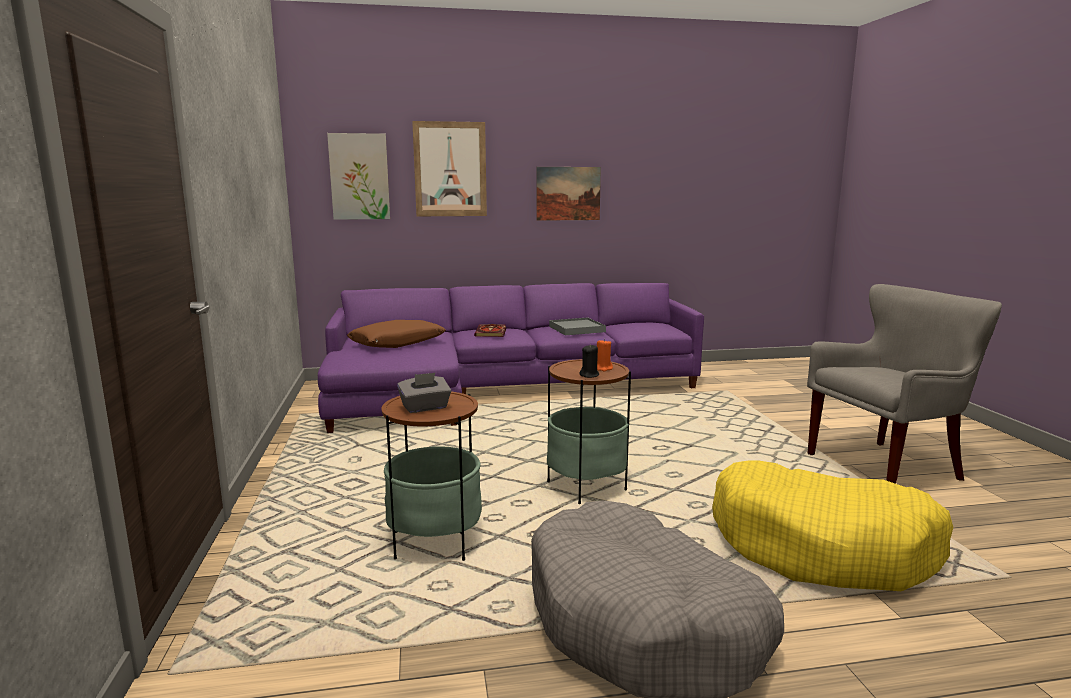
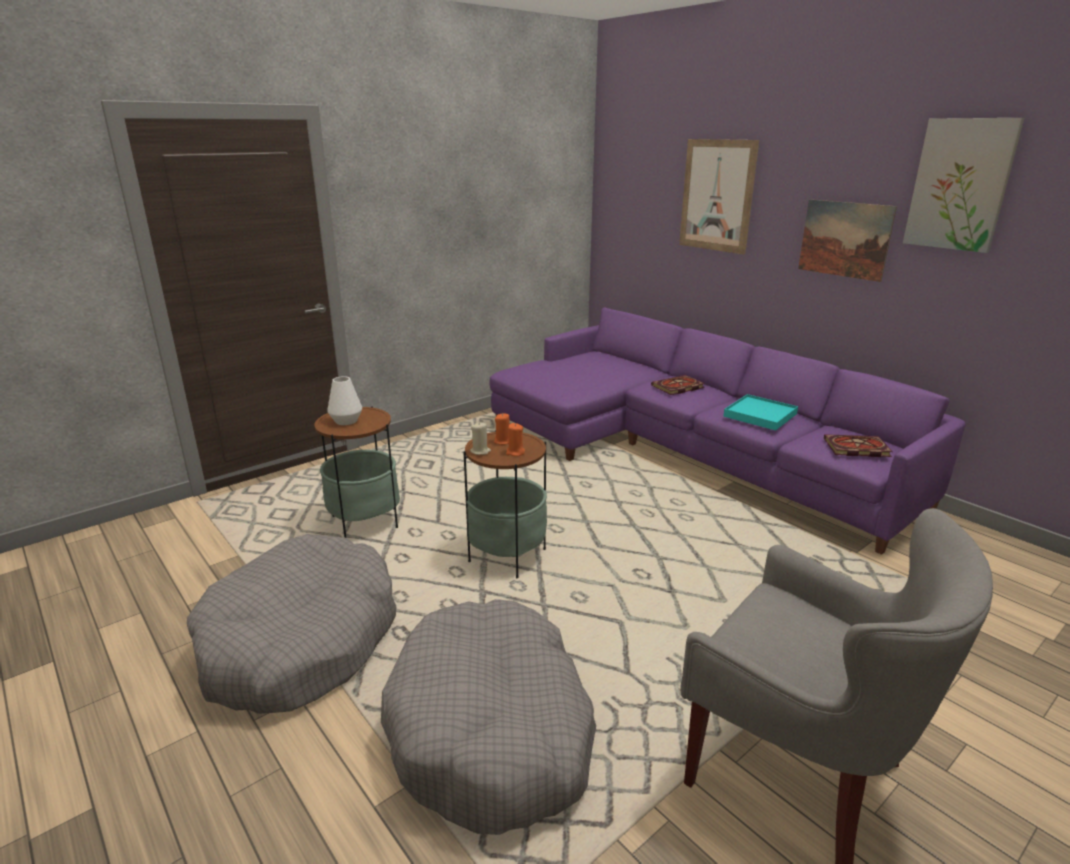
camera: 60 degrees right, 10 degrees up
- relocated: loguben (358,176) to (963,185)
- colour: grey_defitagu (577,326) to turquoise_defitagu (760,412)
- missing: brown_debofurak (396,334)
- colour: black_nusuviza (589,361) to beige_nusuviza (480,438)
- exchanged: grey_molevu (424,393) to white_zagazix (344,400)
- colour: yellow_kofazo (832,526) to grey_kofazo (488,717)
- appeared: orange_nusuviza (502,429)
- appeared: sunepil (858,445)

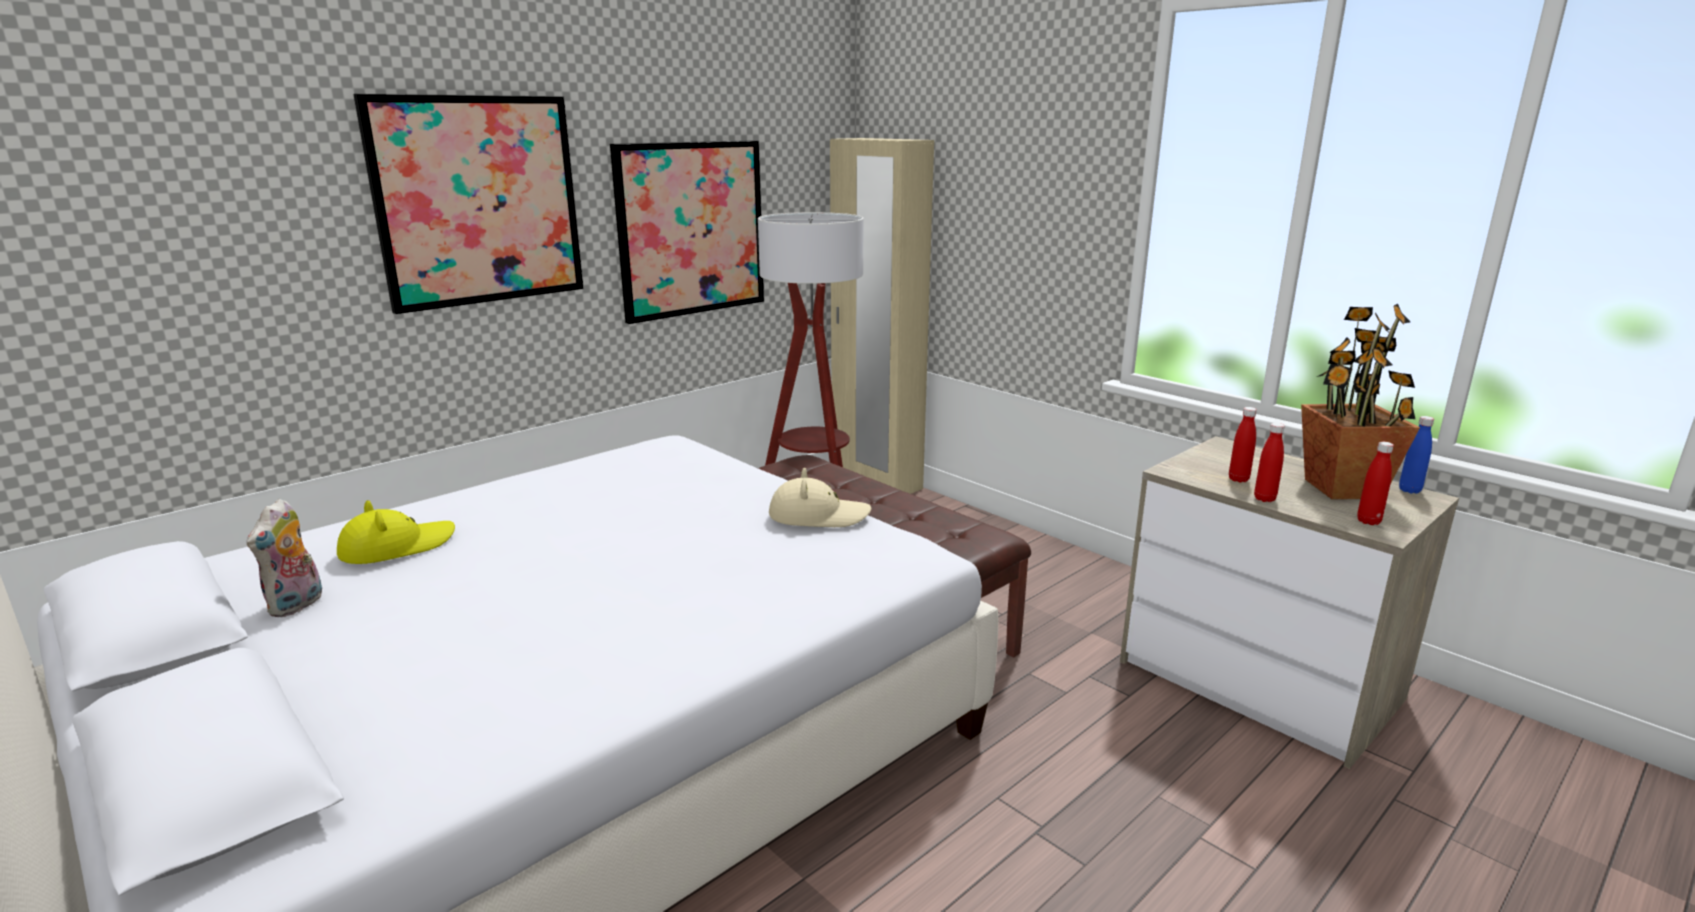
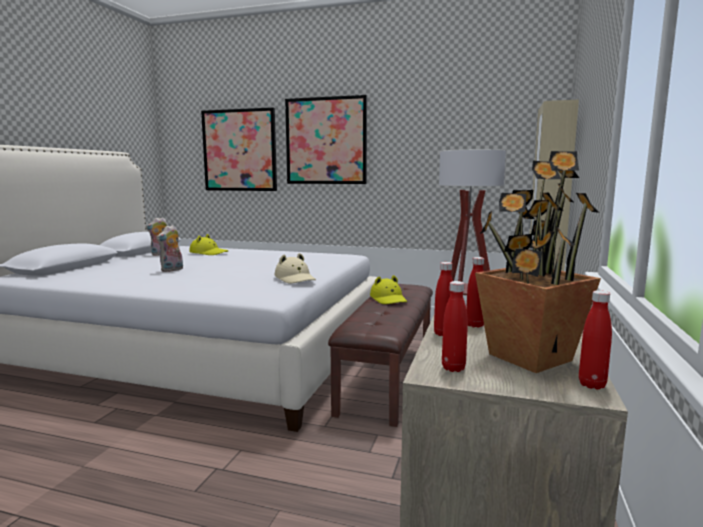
camera: 60 degrees right, 10 degrees down
- relocated: loguben (687,232) to (239,149)
- colour: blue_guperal (1416,455) to red_guperal (595,339)
- appeared: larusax (169,248)
- appeared: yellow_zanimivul (388,289)

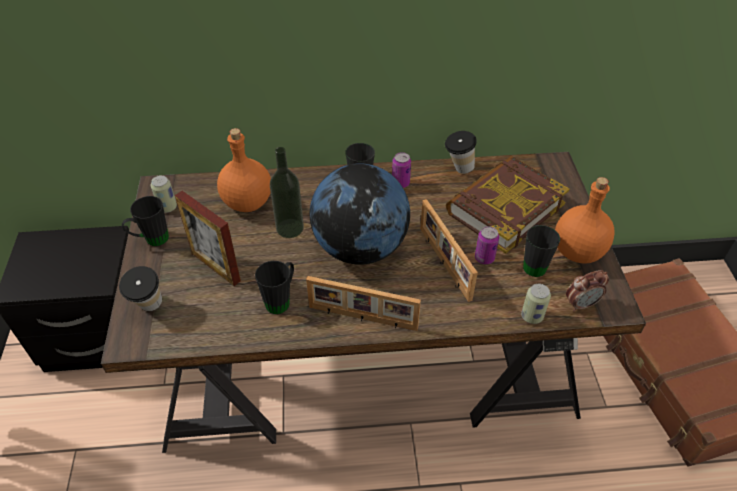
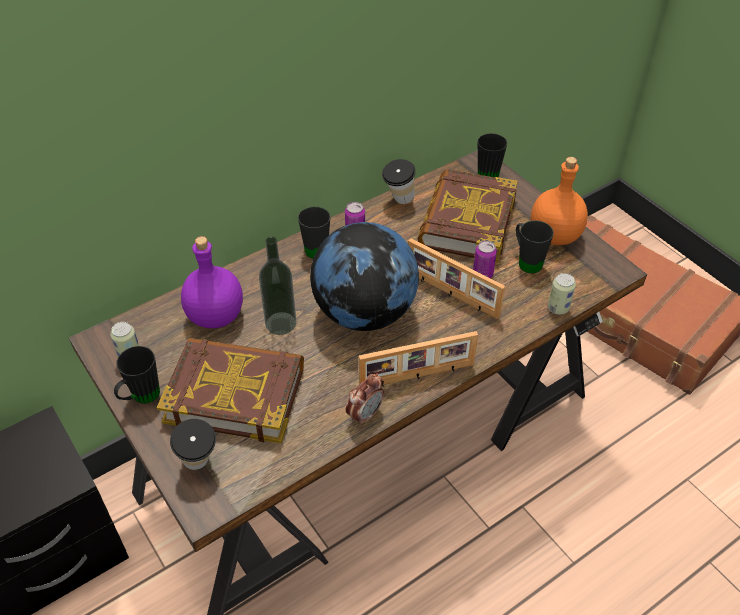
camera: 30 degrees left, 0 degrees up
- colour: orange_guperal (244,170) to purple_guperal (212,282)
- exchanged: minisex (208,238) to sunepil (230,390)
- relocated: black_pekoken (274,287) to (492,155)
- relocated: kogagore (587,291) to (365,399)

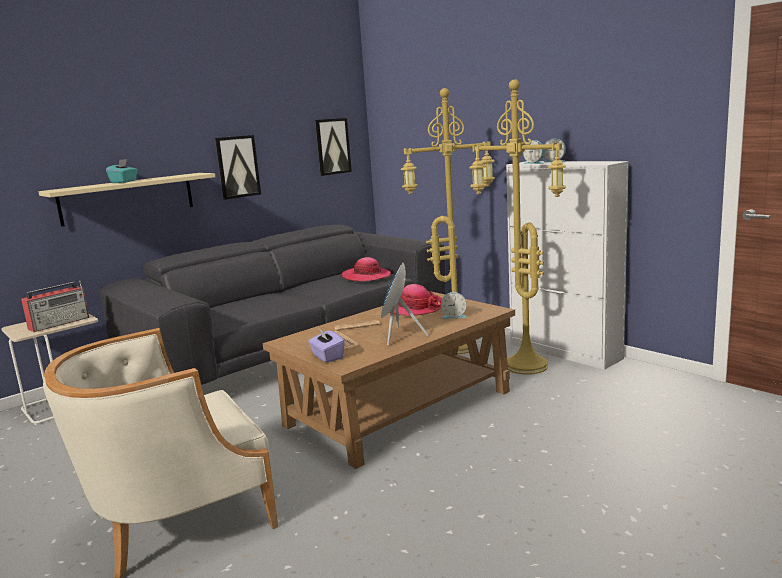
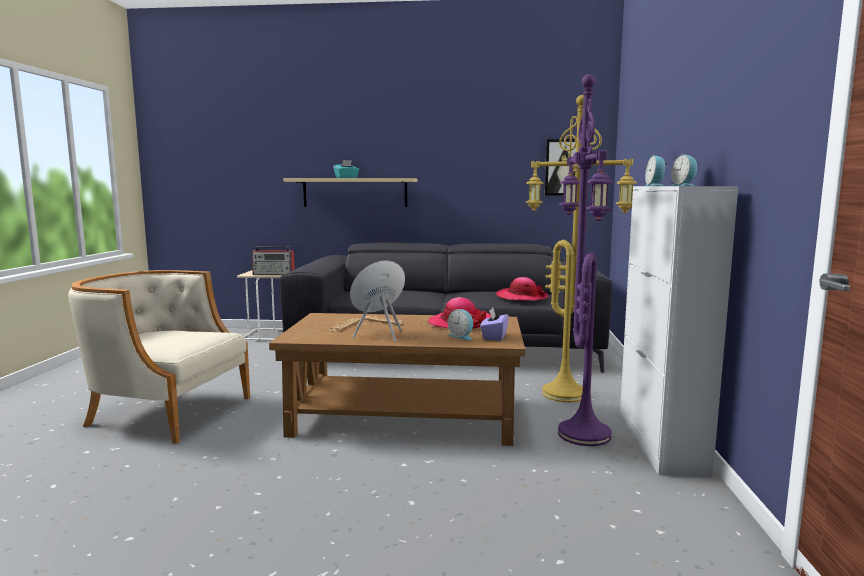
camera: 45 degrees right, 5 degrees down
- colour: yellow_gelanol (518,227) to purple_gelanol (585,260)
- missing: loguben (238,167)
- relocated: purple_molevu (326,346) to (494,324)

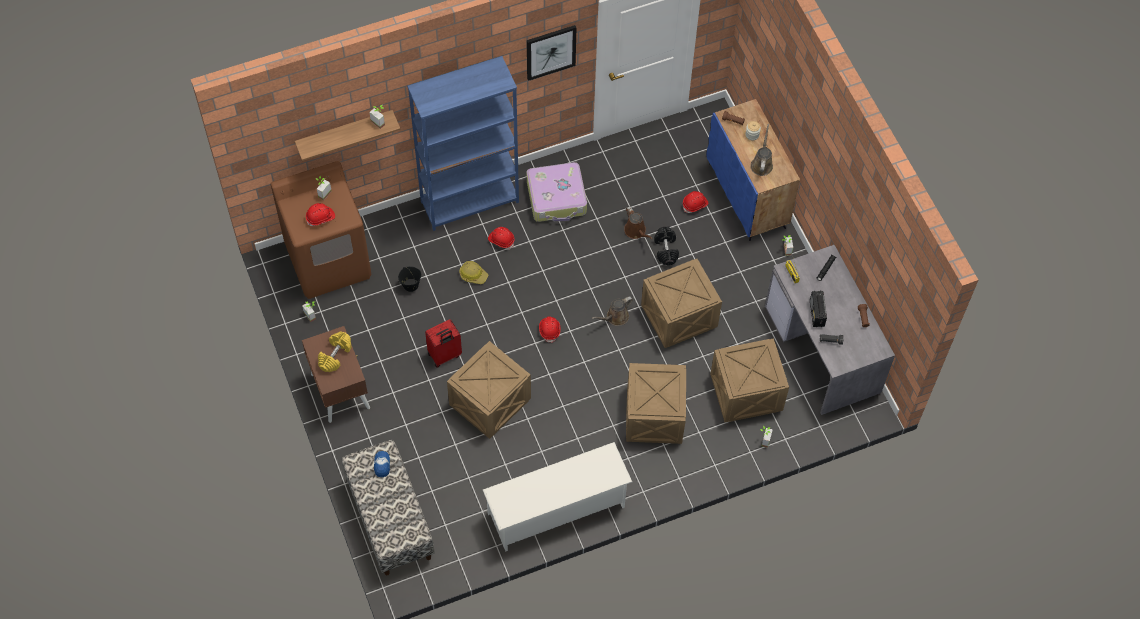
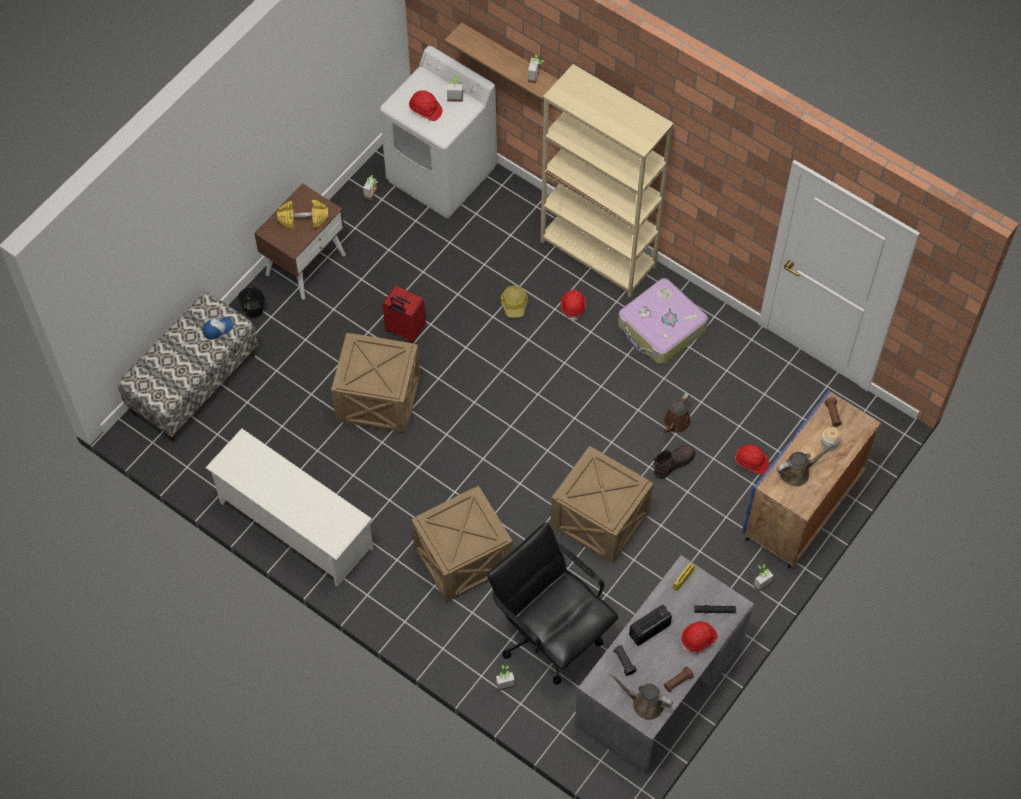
camera: 60 degrees right, 0 degrees up
- missing: loguben (552,53)
- colour: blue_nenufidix (463,143) to beige_nenufidix (607,180)
- colour: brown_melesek (320,230) to white_melesek (438,132)
- exchanged: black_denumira (666,246) to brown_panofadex (674,462)
- relocated: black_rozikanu (409,279) to (251,302)
- relocated: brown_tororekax (612,311) to (640,696)
- relocated: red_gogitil (550,329) to (699,637)
- exchanged: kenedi (749,380) to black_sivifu (552,604)

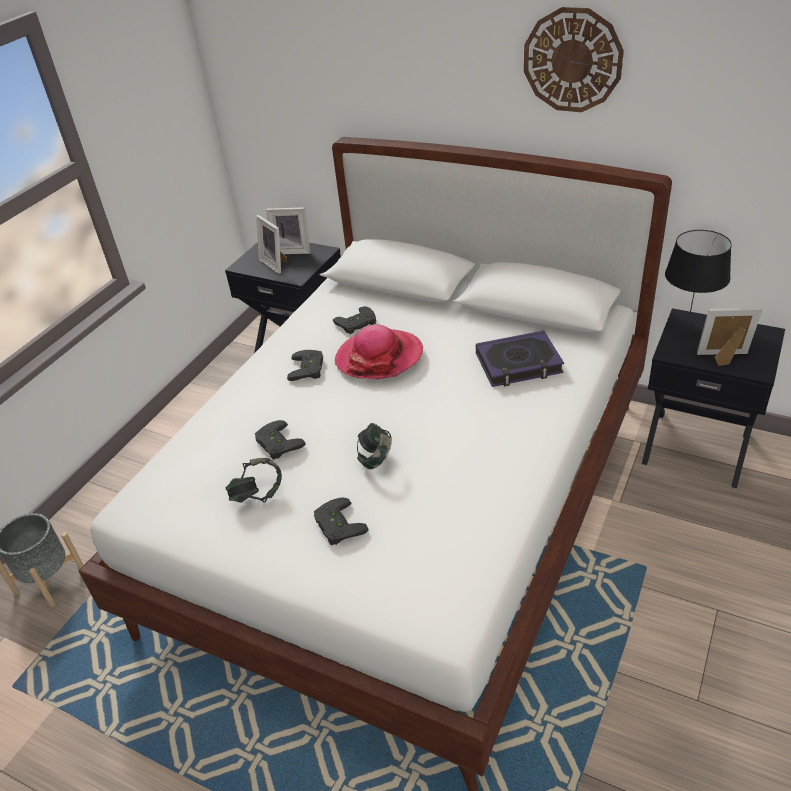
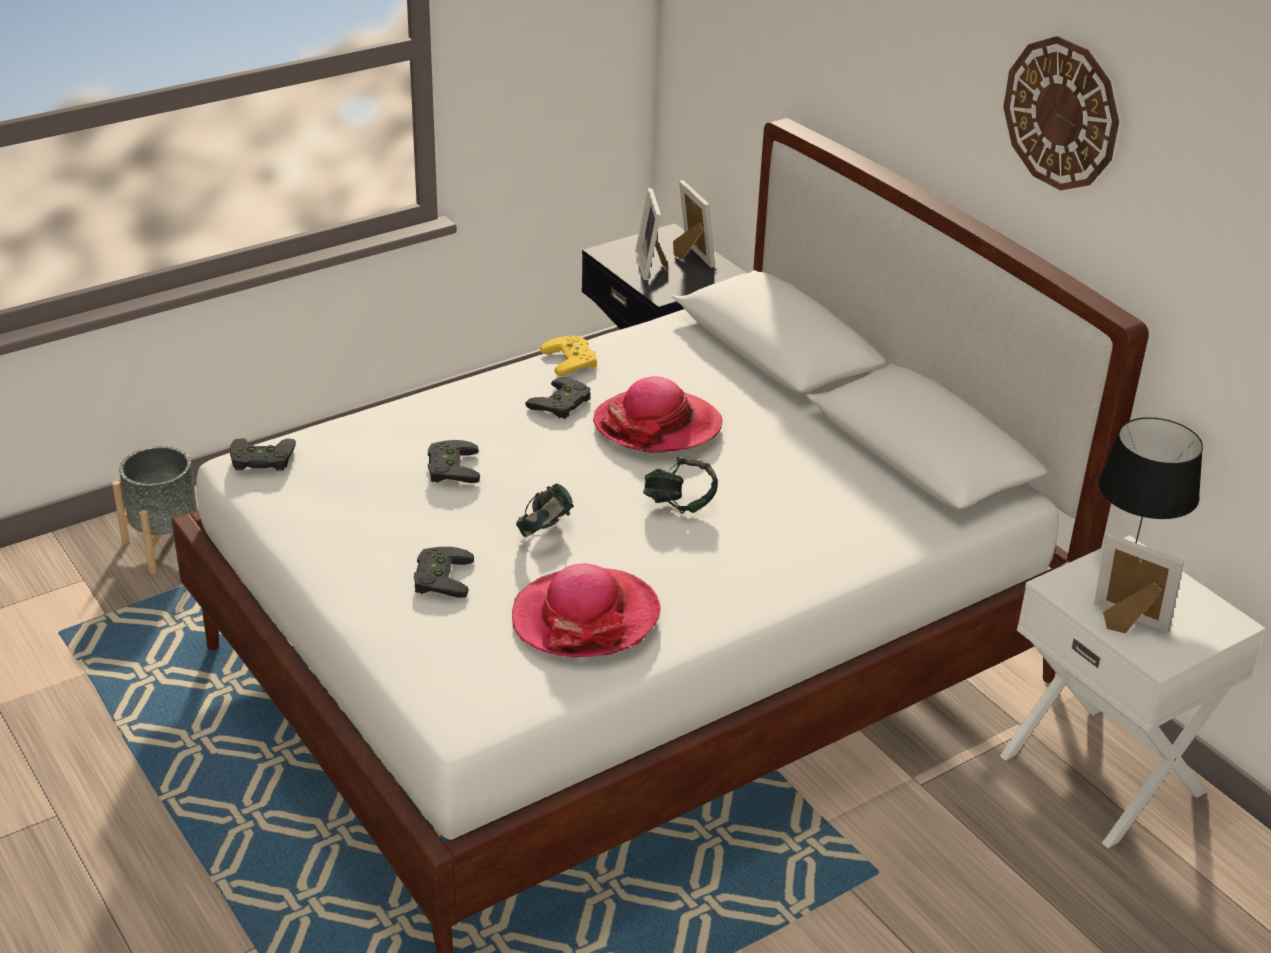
camera: 25 degrees right, 5 degrees down
- spun: minisex (288,230) = (694,224) 150 degrees counterclockwise
- relocated: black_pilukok (354,320) to (263,454)
- colour: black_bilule (713,398) to white_bilule (1133,691)
- missing: sunepil (520,359)
- relocated: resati (254,480) to (680,485)
- appeared: yellow_pilukok (568,355)
- appeared: zanimivul (586,610)

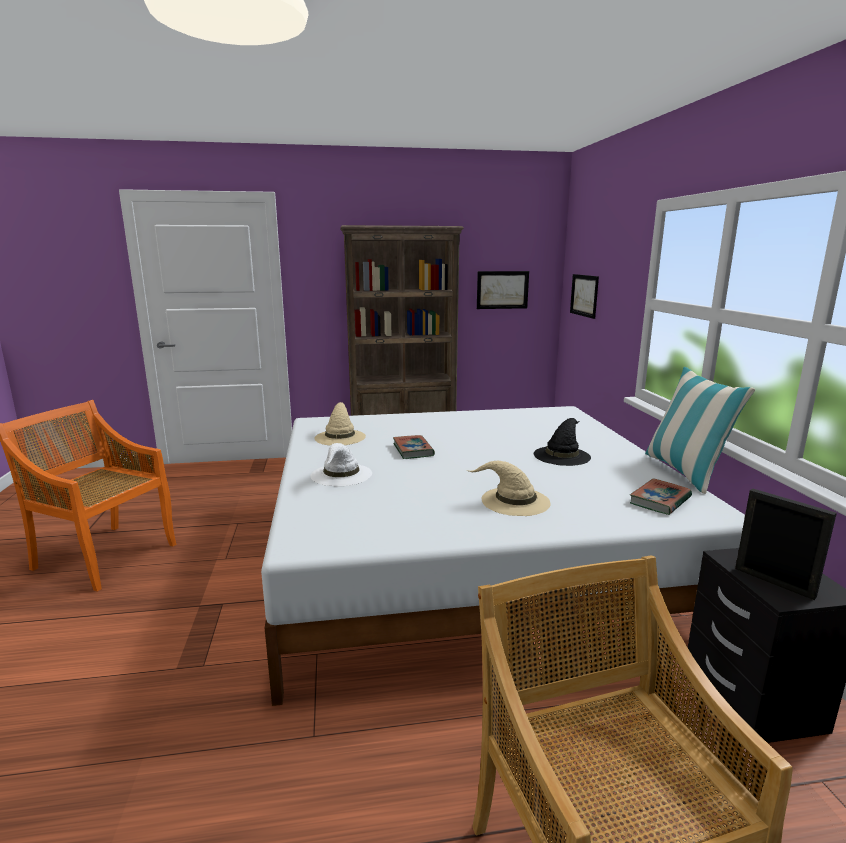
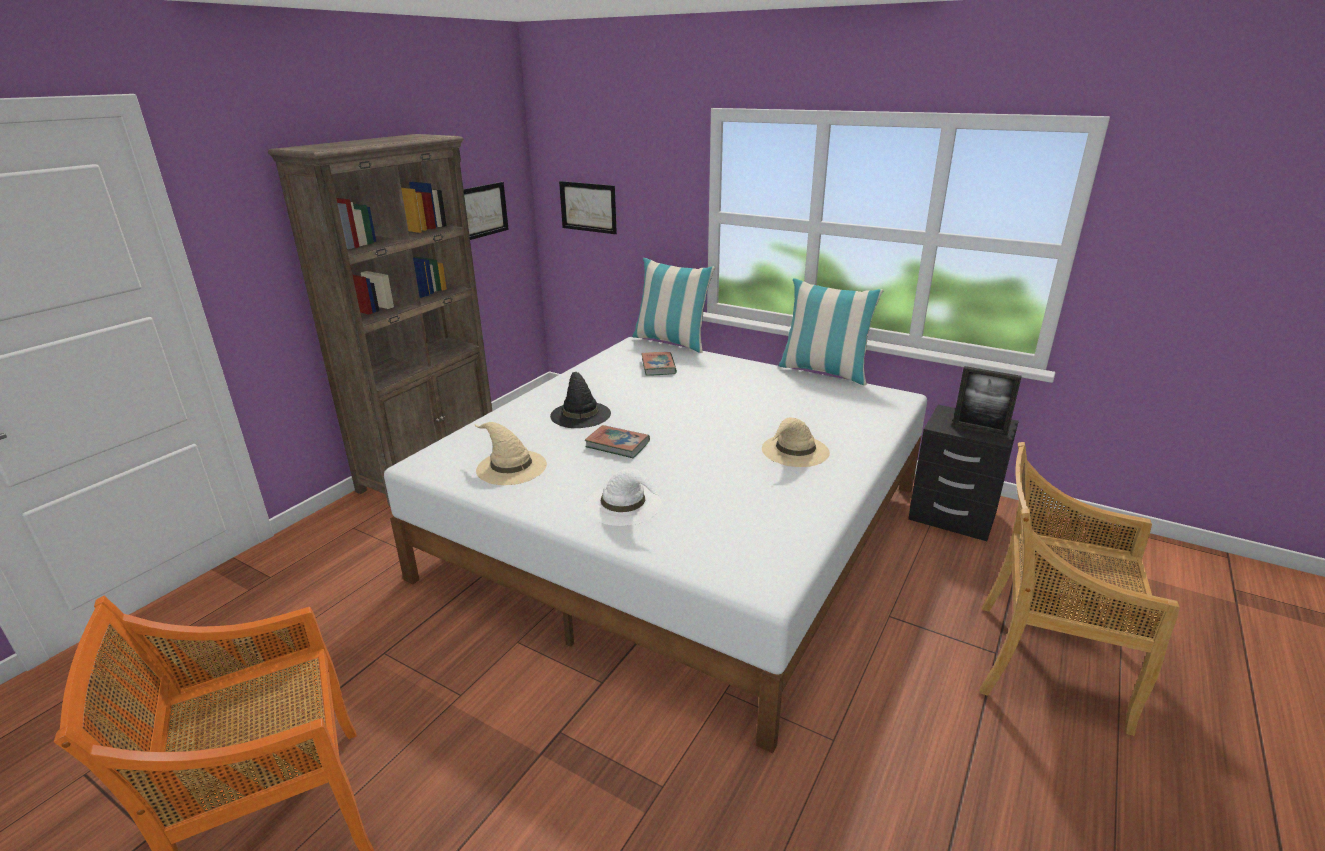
camera: 50 degrees left, 10 degrees up
- relocated: black_zanimivul (562,442) to (580,400)
- relocated: sunepil (661,496) to (659,364)
- spun: minisex (786,544) = (987,402) 150 degrees counterclockwise
- appeared: debofurak (673,305)

